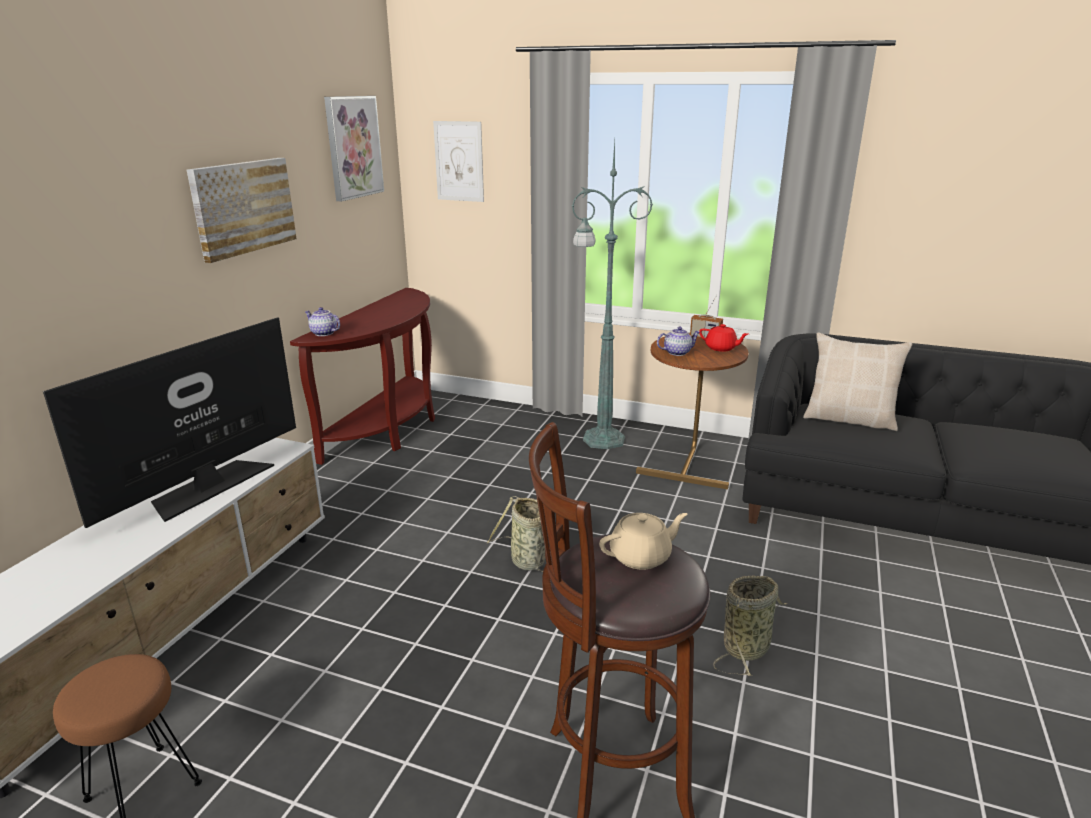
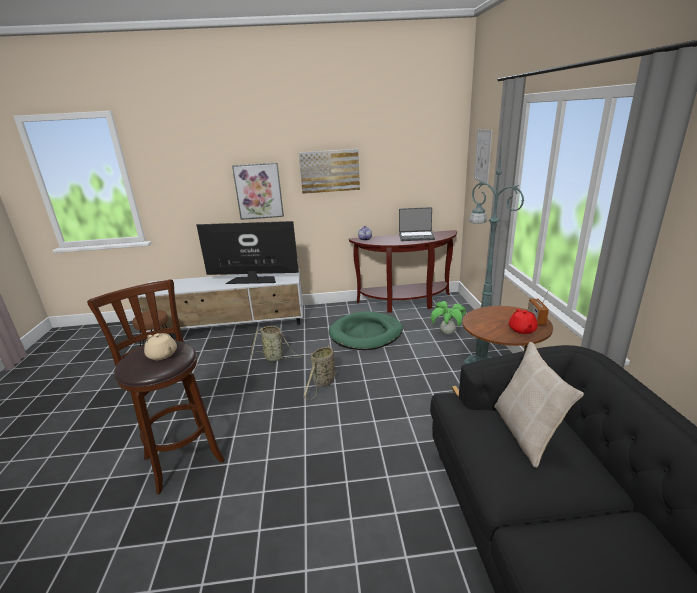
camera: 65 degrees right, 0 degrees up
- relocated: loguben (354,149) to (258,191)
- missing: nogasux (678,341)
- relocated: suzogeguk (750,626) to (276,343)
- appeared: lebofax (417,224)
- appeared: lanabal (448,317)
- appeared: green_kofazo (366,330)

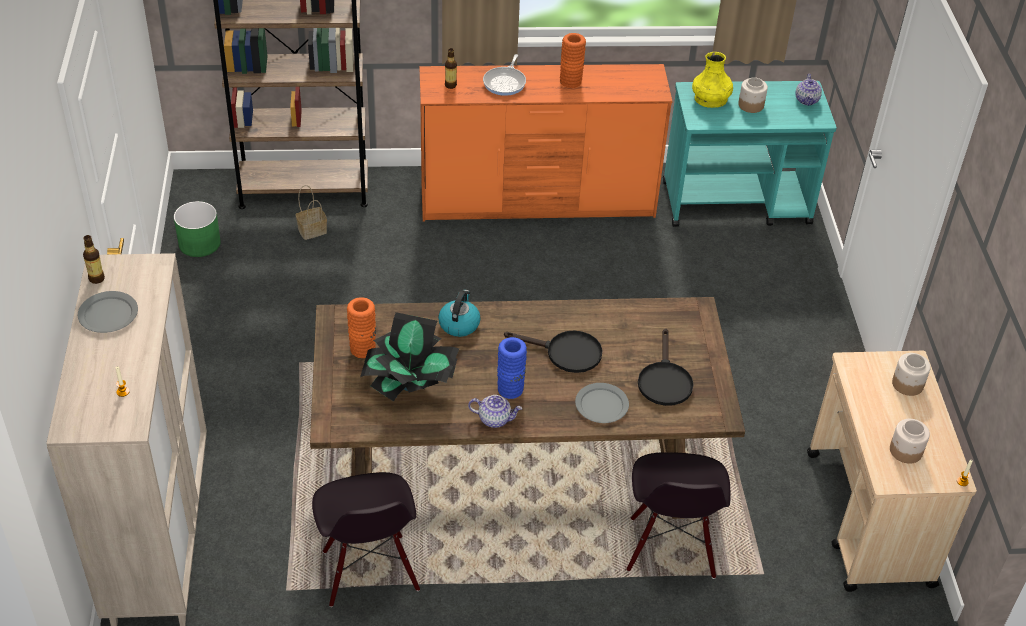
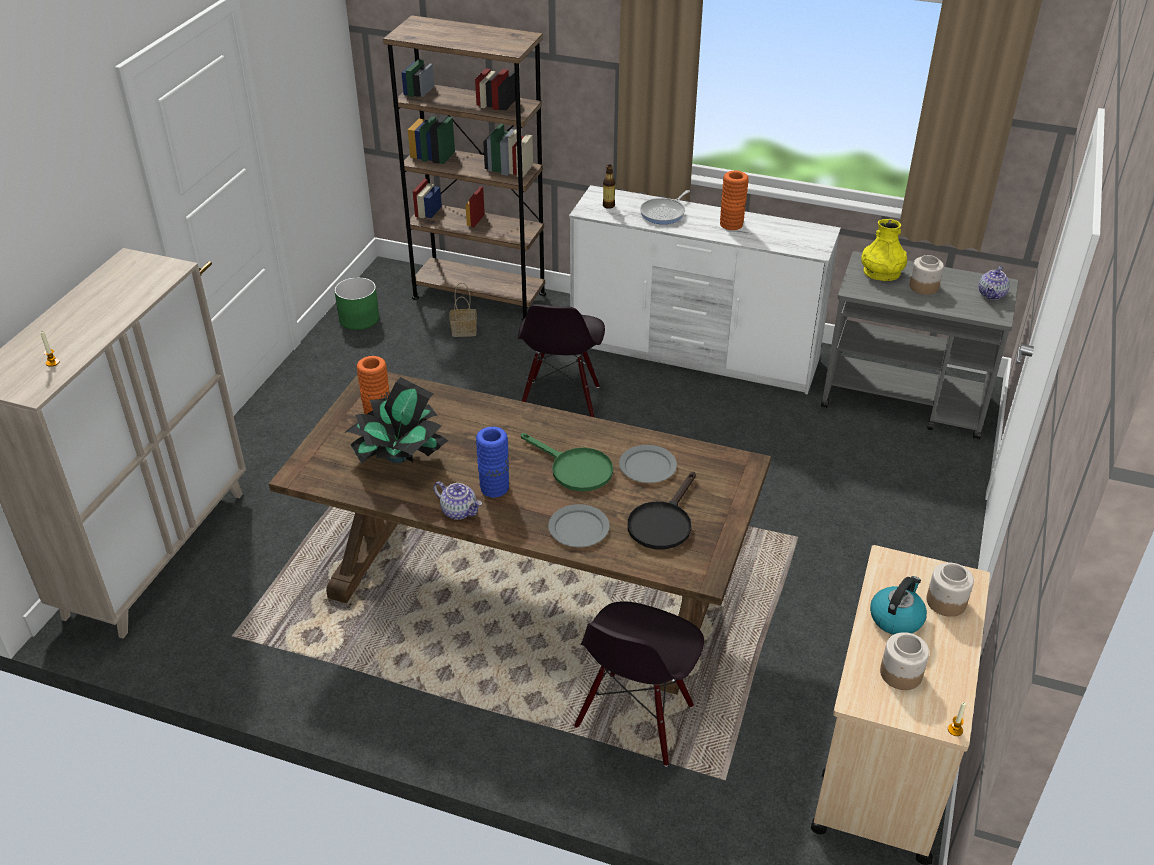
camera: 25 degrees right, 5 degrees down
- colour: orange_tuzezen (546,143) to white_tuzezen (705,289)
- colour: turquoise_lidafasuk (750,154) to grey_lidafasuk (919,345)
- missing: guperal (94,259)
- relocated: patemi (459,313) to (898,605)
- relocated: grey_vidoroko (108,312) to (648,464)
- colour: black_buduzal (553,351) to green_buduzal (567,462)
- relocated: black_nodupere (366,539) to (561,360)

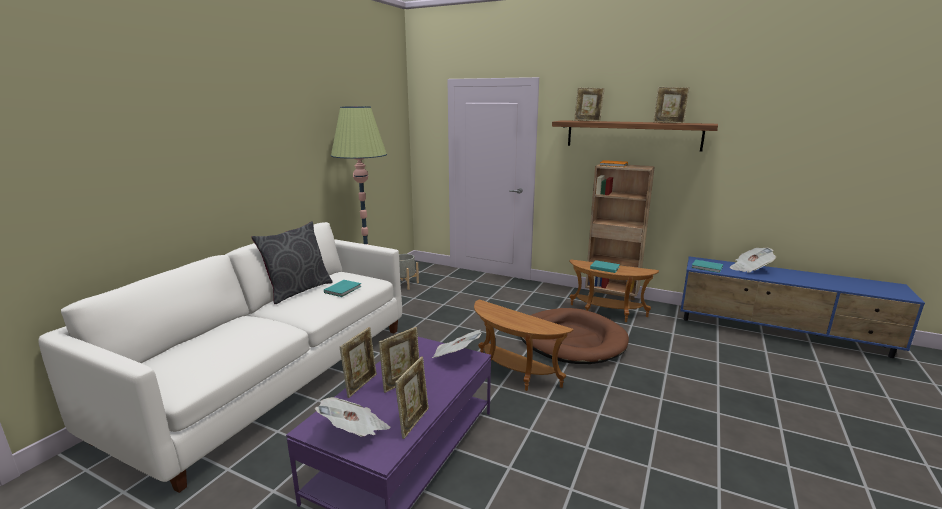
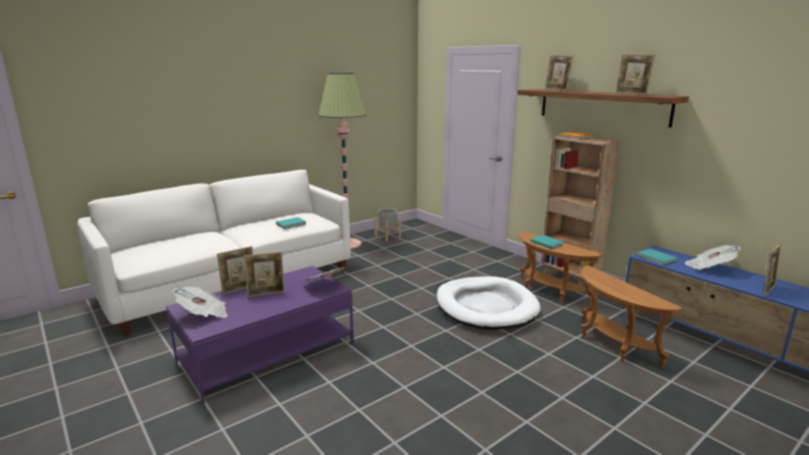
camera: 25 degrees right, 0 degrees up
- missing: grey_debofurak (292,262)
- relocated: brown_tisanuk (524,345) to (632,316)
- colour: brown_kofazo (575,336) to white_kofazo (488,303)
- relocated: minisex (412,397) to (772,270)

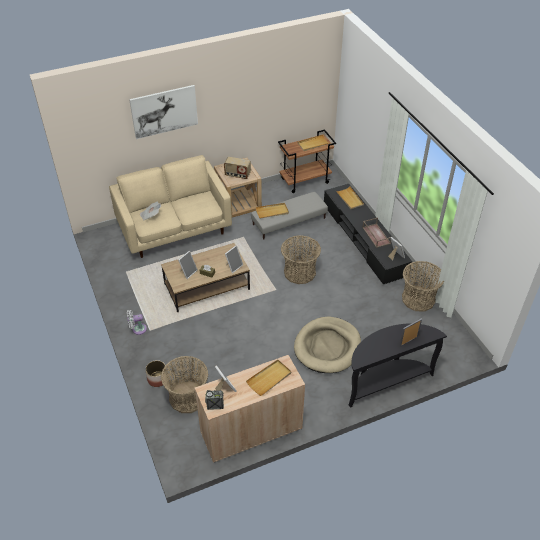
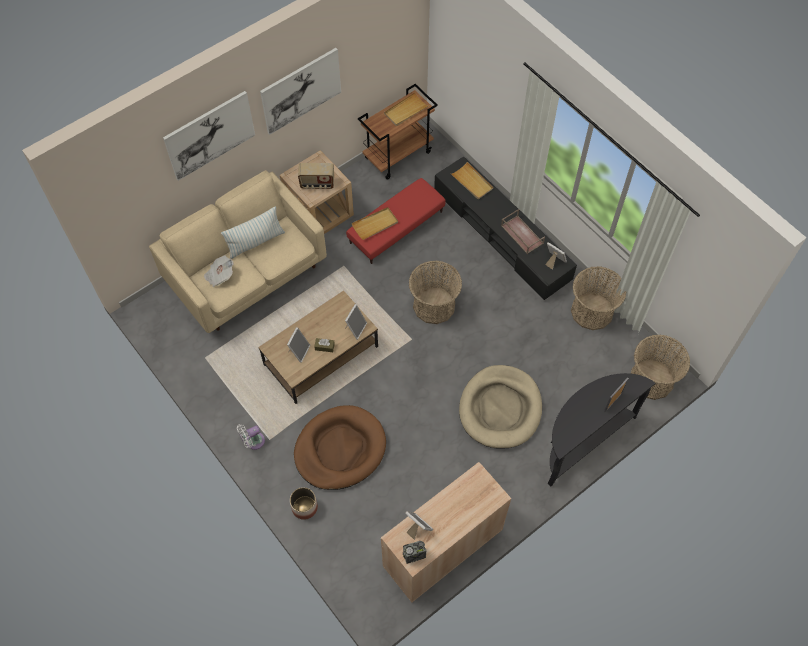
camera: 15 degrees left, 15 degrees up
- colour: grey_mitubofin (289,215) to red_mitubofin (395,221)
- relocated: suzogeguk (184,384) to (660,367)
- missing: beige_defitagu (268,378)
- appeared: loguben (300,91)
- appeared: debofurak (253,232)
- appeared: brown_kofazo (340,447)

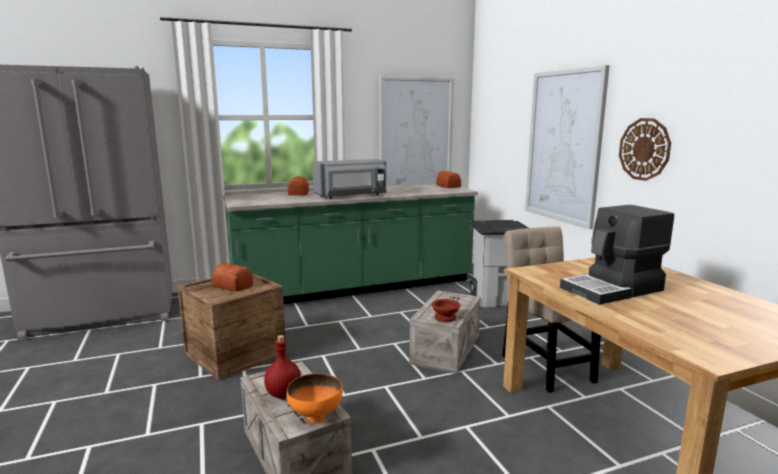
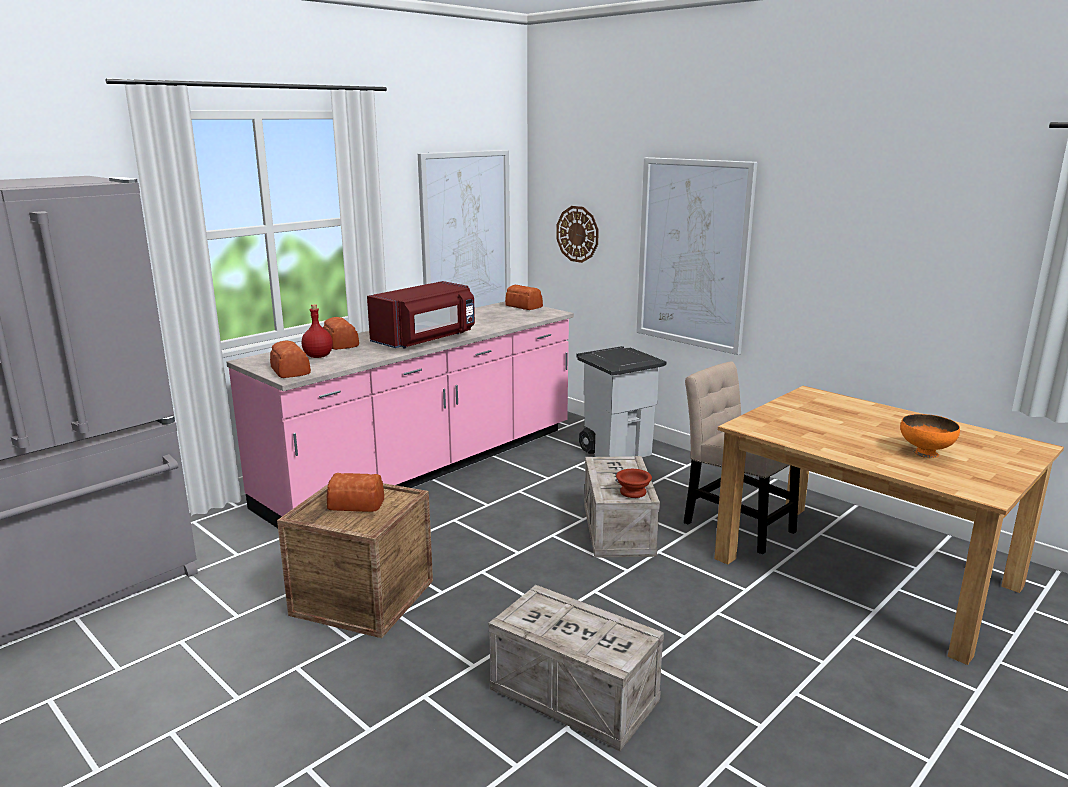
camera: 25 degrees left, 5 degrees up
- relocated: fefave (645,149) to (577,234)
- colour: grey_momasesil (349,178) to red_momasesil (421,314)
- colour: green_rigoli (350,244) to pink_rigoli (400,414)
- missing: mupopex (617,255)
- relocated: red_guperal (282,366) to (317,331)
- relocated: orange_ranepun (314,398) to (930,436)
- appeared: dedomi (290,359)

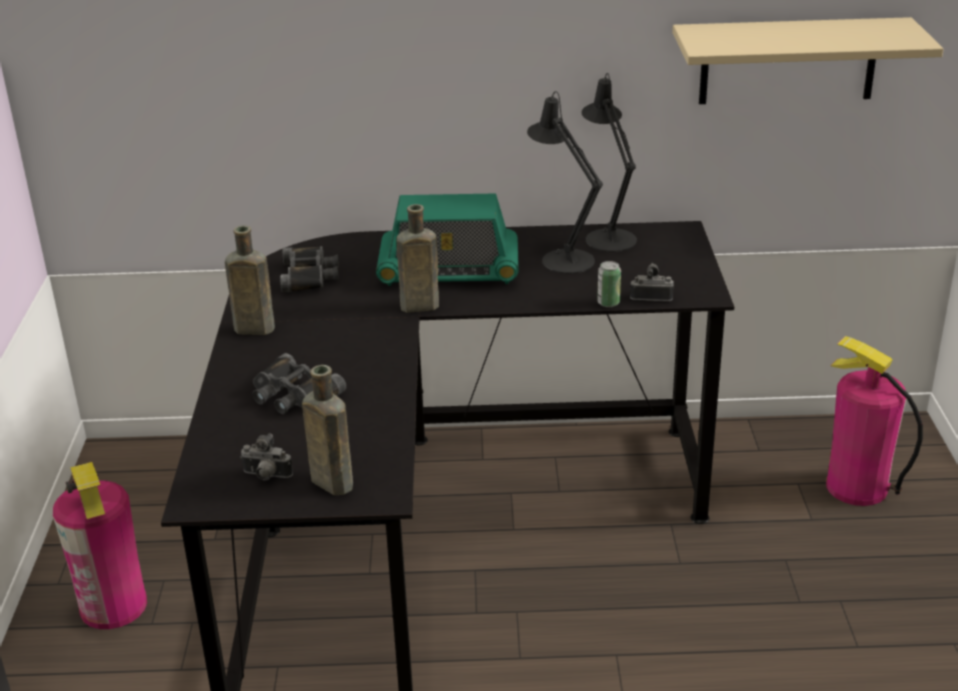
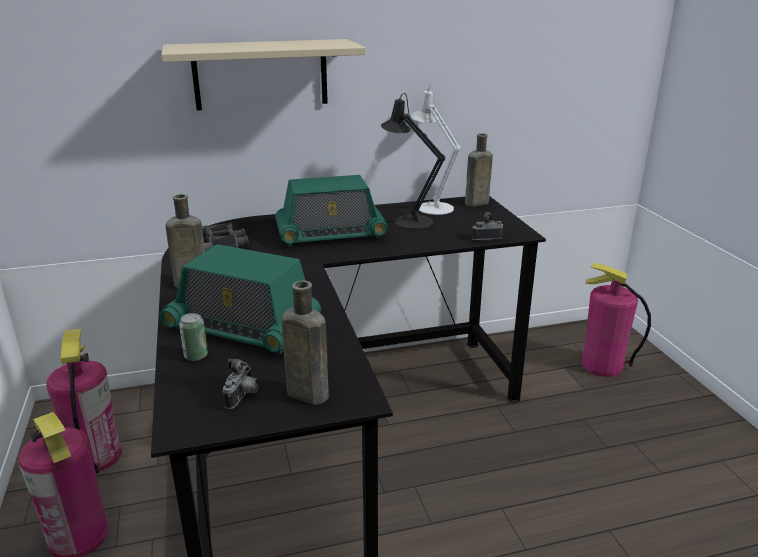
camera: 15 degrees left, 5 degrees down
- relocated: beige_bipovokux (808,60) to (263,75)
- colour: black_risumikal (609,162) to white_risumikal (436,150)
- relocated: brown_guperal (417,258) to (479,170)
- relocated: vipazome (609,284) to (193,337)
- exchanged: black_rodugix (299,383) to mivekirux (240,299)
- spun: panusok (266,456) = (241,384) 75 degrees counterclockwise
- appeared: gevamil (84,401)

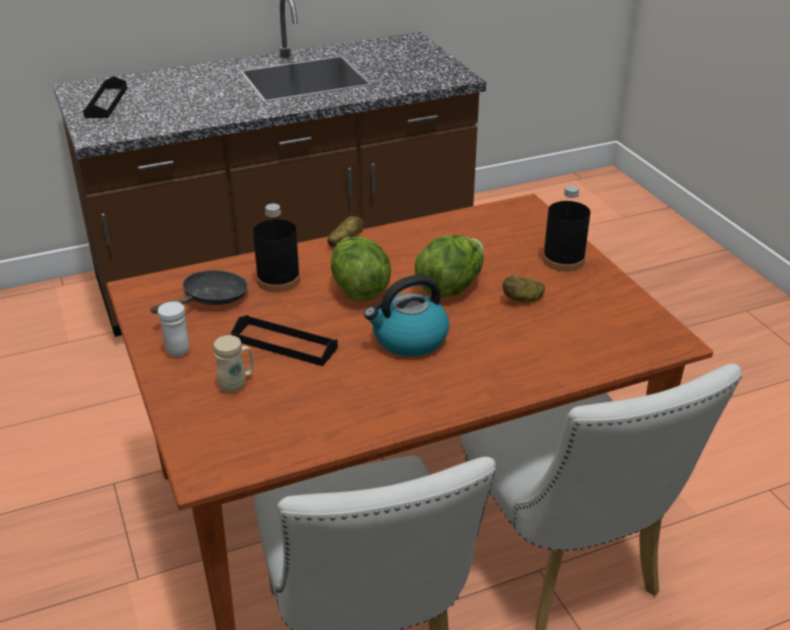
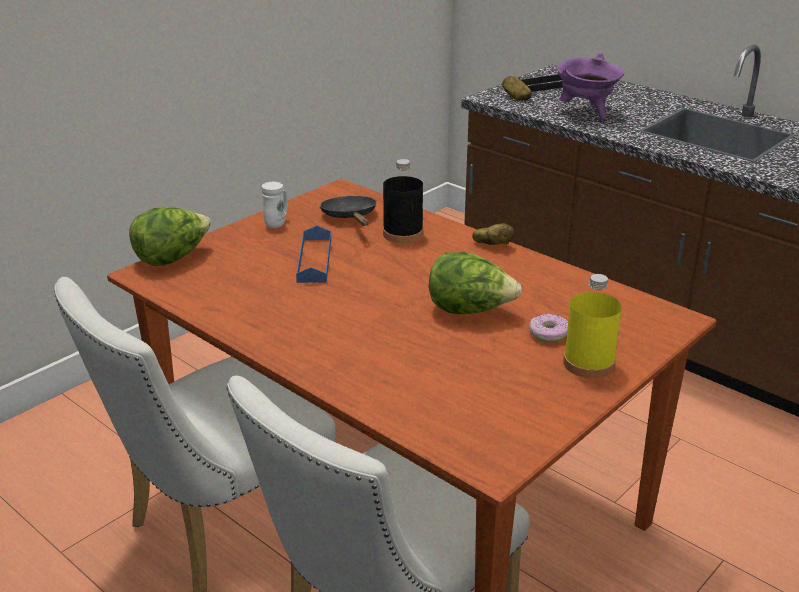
camera: 65 degrees right, 5 degrees down
- colour: black_guperal (566,228) to yellow_guperal (592,326)
- relocated: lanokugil (361,269) to (170,236)
- spun: black_buduzal (199,292) = (348,211) 120 degrees counterclockwise
- missing: patemi (406,316)
- relocated: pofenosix (524,289) to (517,88)
- colour: black_defitagu (284,340) to blue_defitagu (313,254)
- missing: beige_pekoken (234,364)
- appeared: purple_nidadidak (590,86)
- appeared: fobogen (548,328)

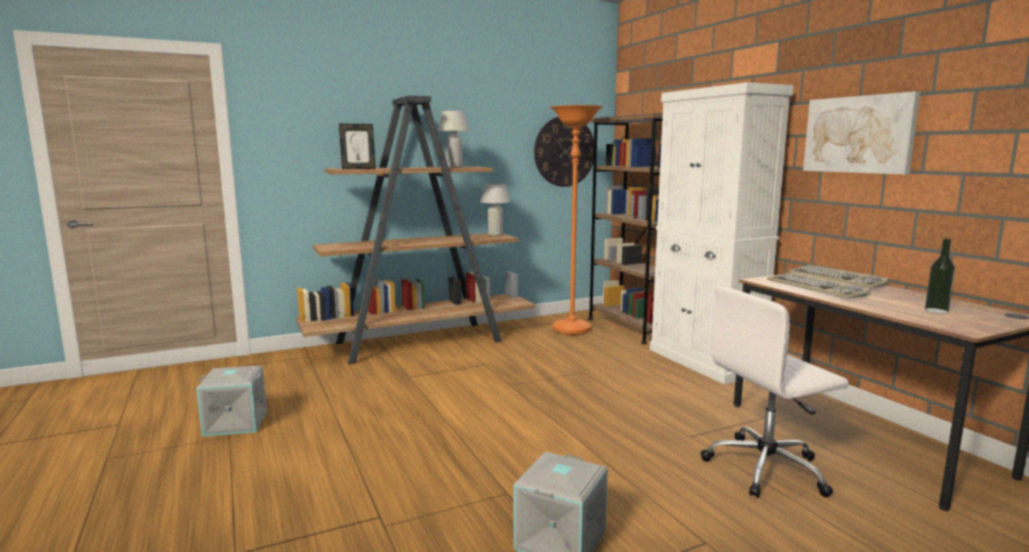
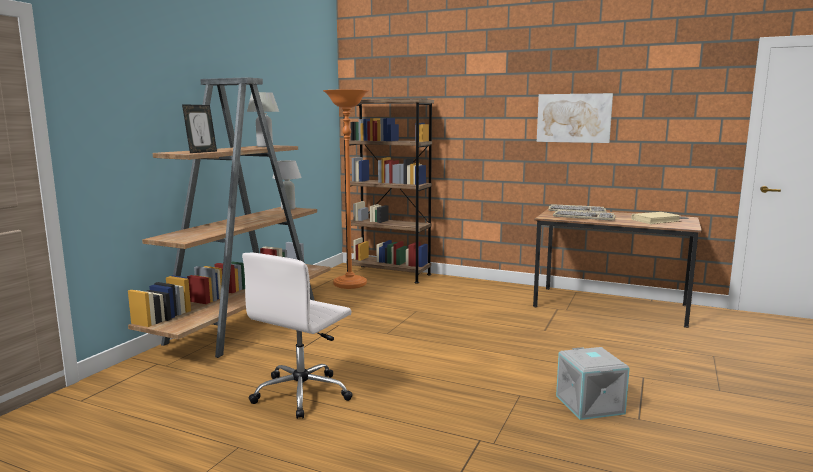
camera: 40 degrees left, 0 degrees up
- missing: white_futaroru (722,233)
- missing: fefave (564,152)
- exchanged: guperal (940,276) to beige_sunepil (656,218)
- relocated: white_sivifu (775,392) to (297,336)
- missing: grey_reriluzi (231,401)

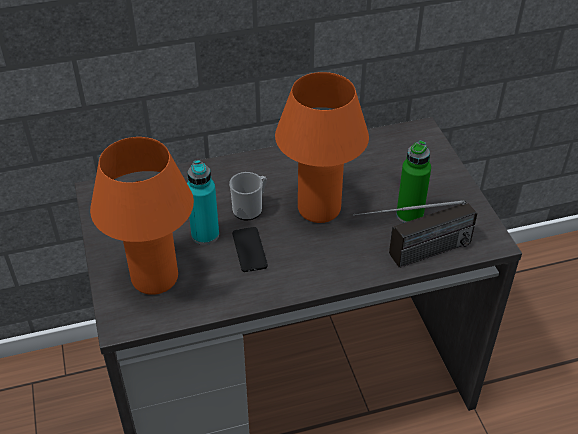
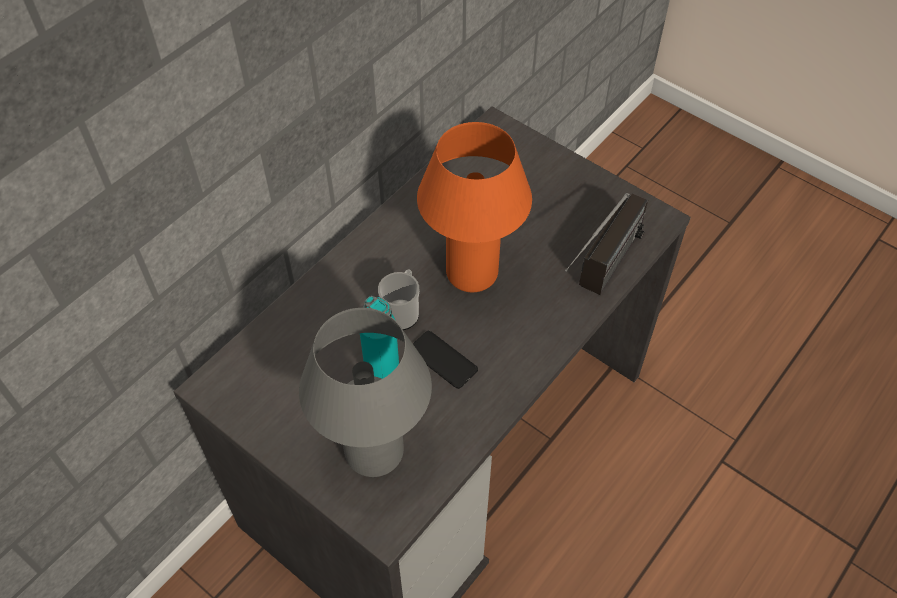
camera: 35 degrees left, 10 degrees up
- colour: orange_risumikal (142,216) to grey_risumikal (365,392)
- missing: green_guperal (413,182)

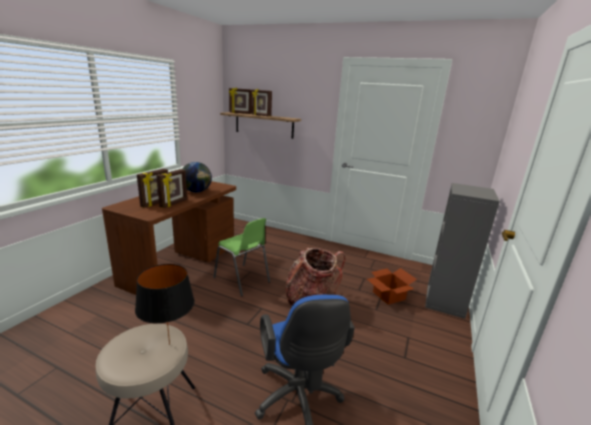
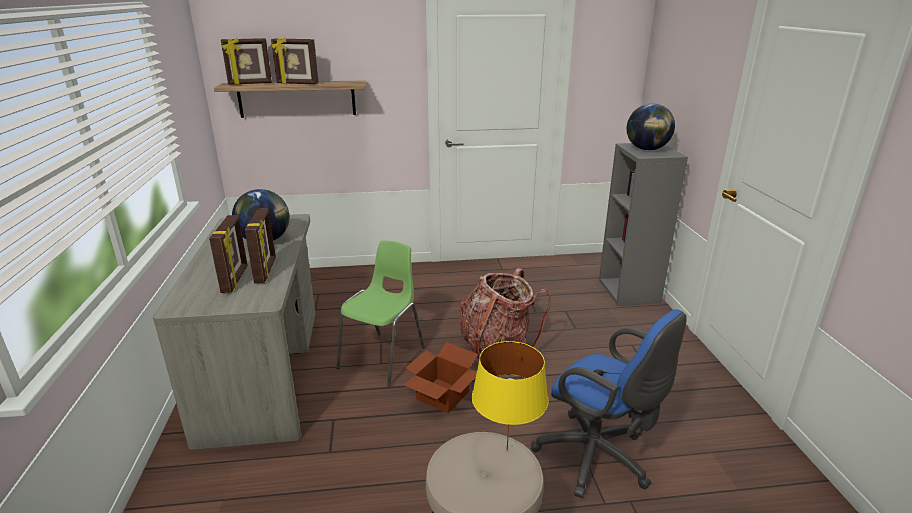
camera: 30 degrees left, 5 degrees up
- colour: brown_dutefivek (169,238) to grey_dutefivek (234,332)
- spun: green_nodupere (241,257) = (380,314) 75 degrees counterclockwise
- colour: black_risumikal (165,304) to yellow_risumikal (510,396)
- relocated: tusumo (392,286) to (440,377)
- appeared: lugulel (651,127)

